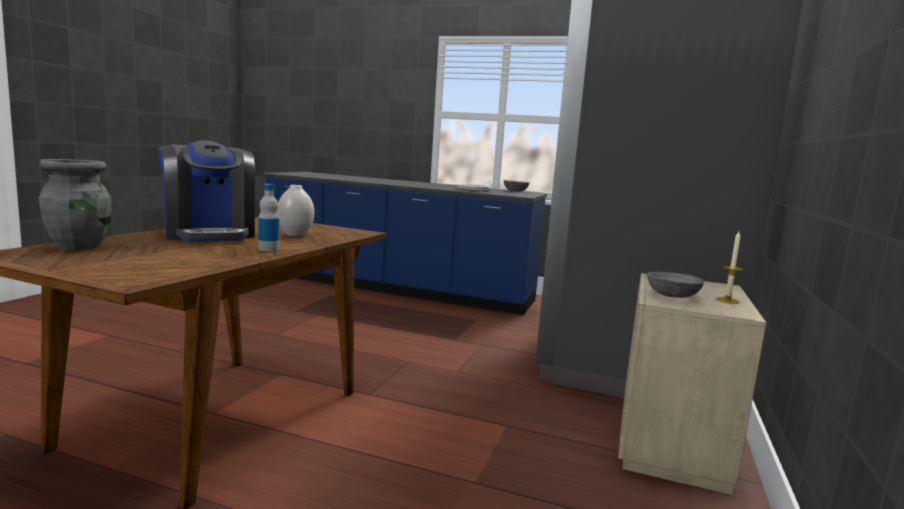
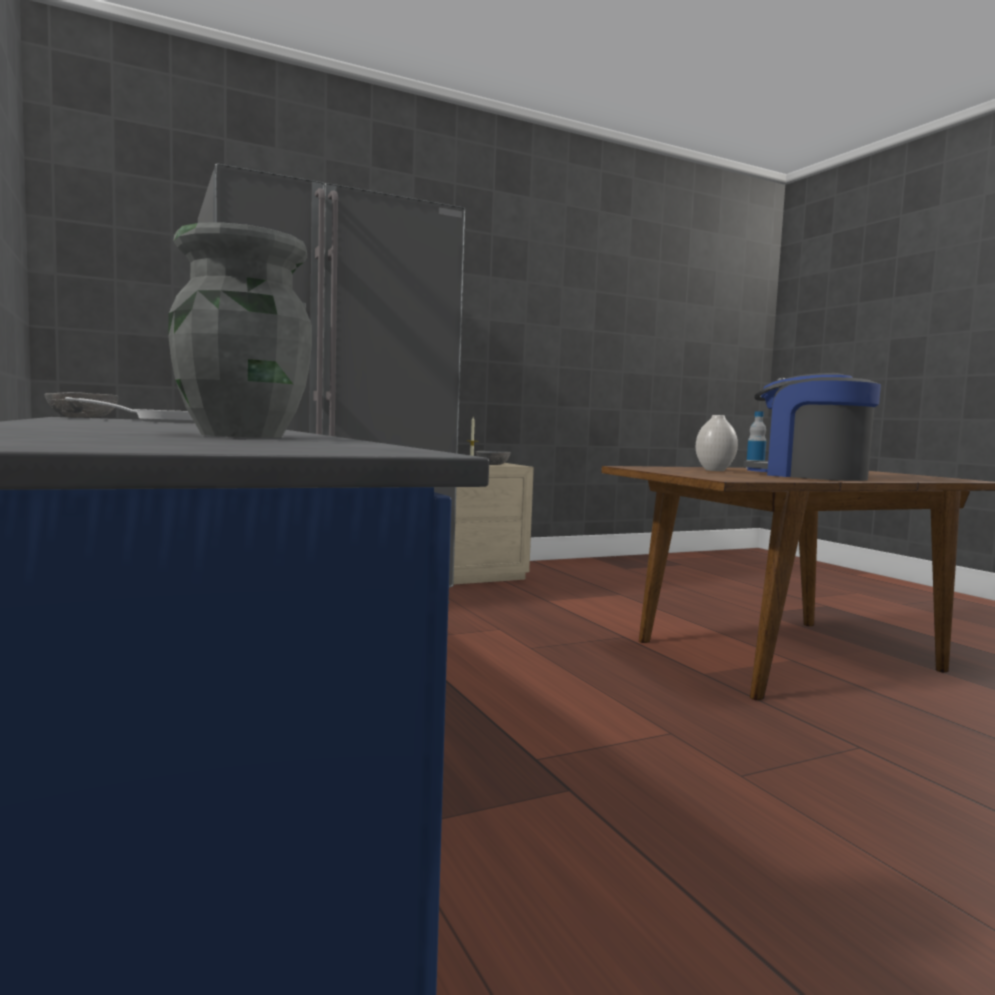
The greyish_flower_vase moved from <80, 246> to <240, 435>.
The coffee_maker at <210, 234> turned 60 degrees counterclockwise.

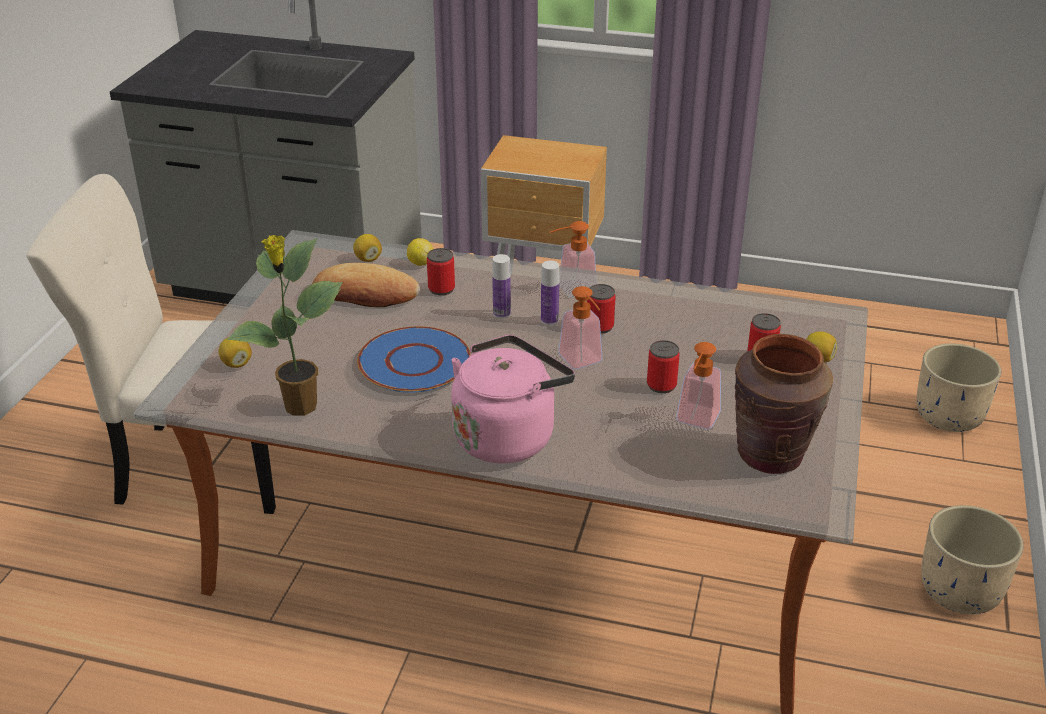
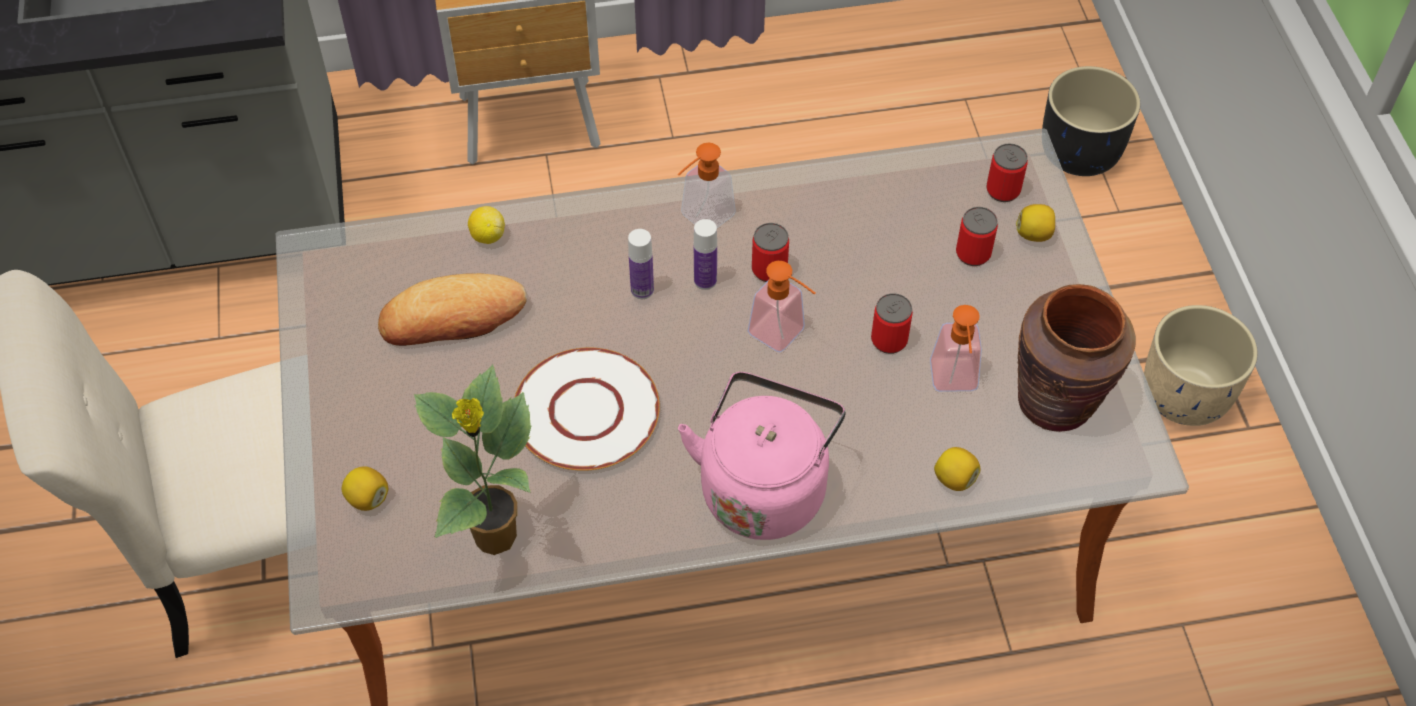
The whole_lemon moved from <368, 259> to <954, 479>.
The blue_flat_dish at <415, 362> became the whitish_flat_dish at <587, 410>.
The metal_can moved from <441, 289> to <1003, 190>.
The sand-coloured_plant_pot at <949, 416> became the blackish_plant_pot at <1080, 152>.

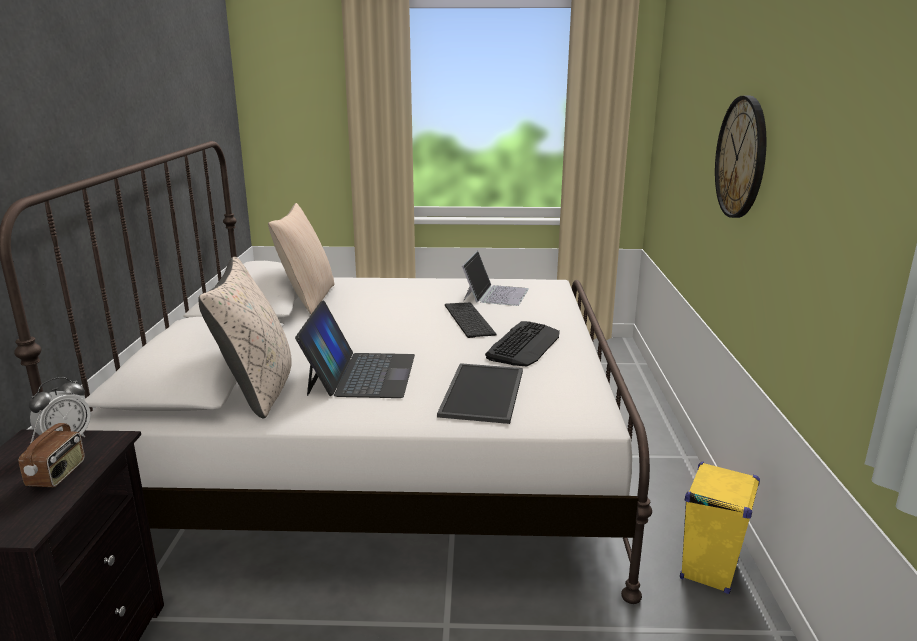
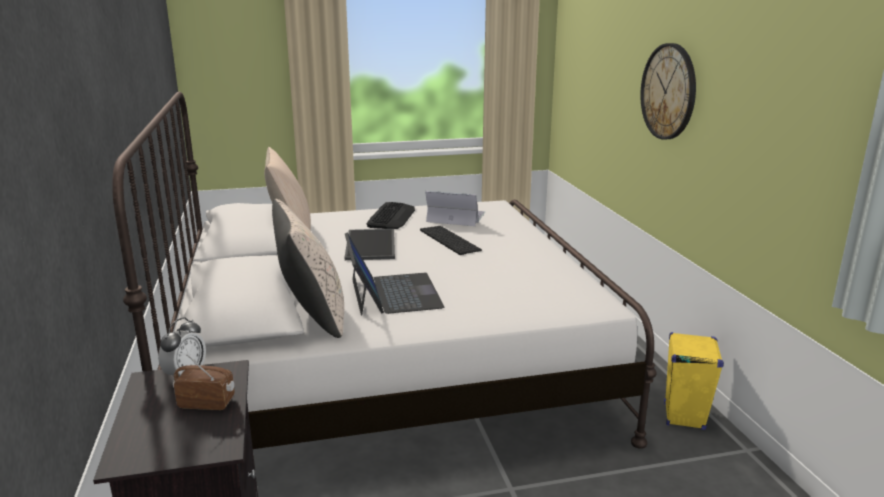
The radio at <58, 475> turned 75 degrees counterclockwise.
The tray moved from <484, 393> to <372, 245>.
The laptop at <495, 294> turned 75 degrees counterclockwise.
The computer_keyboard moved from <524, 345> to <391, 217>.

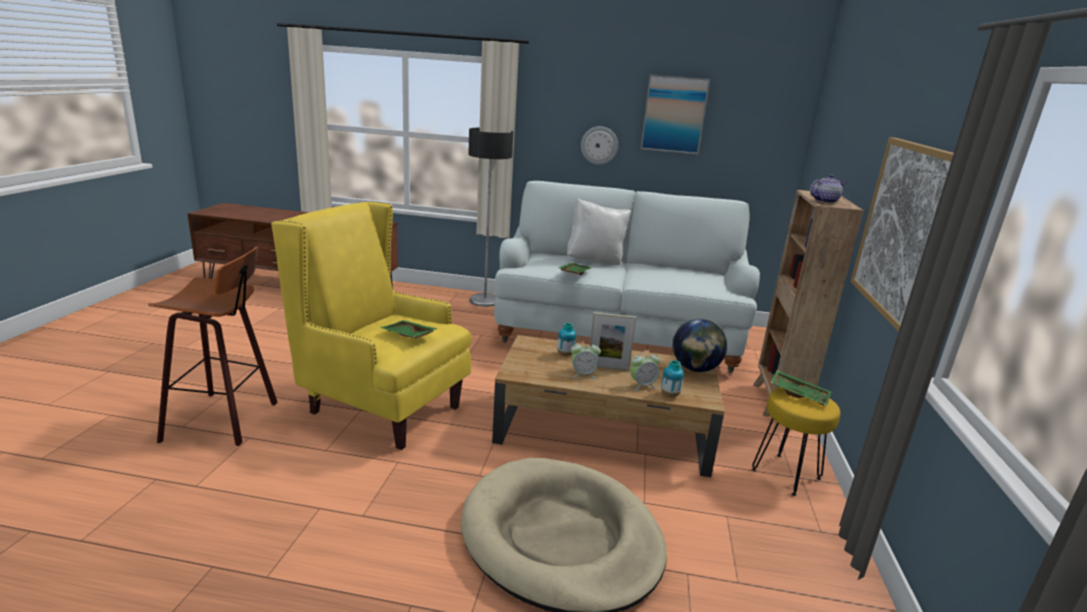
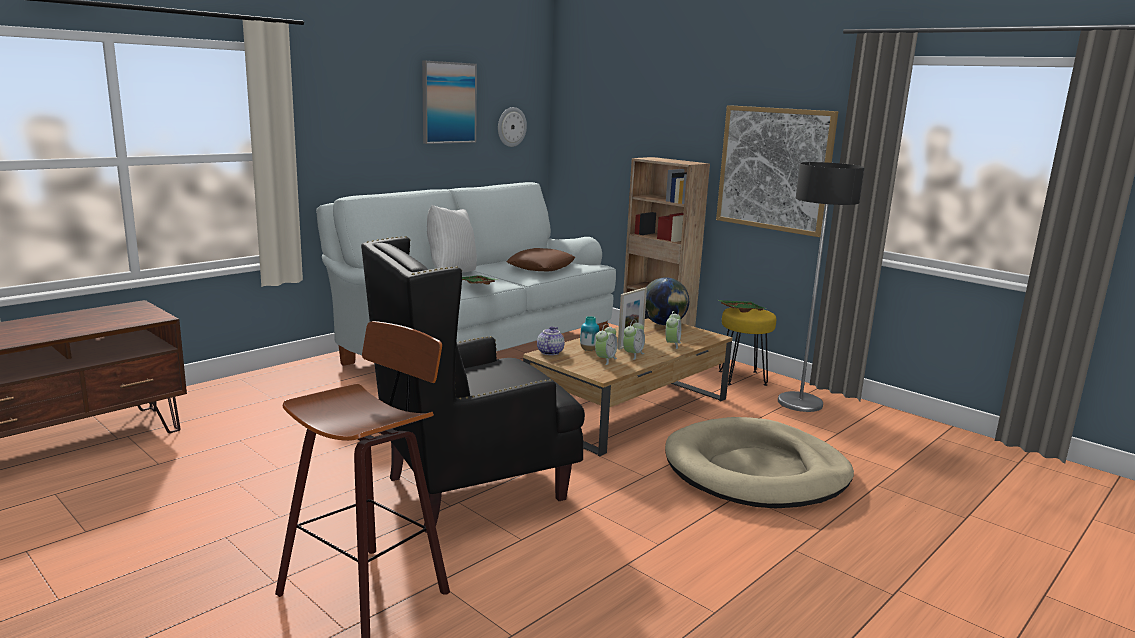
The yellowish_armchair at <383, 409> became the blackish_armchair at <473, 489>.
The green_tray at <408, 336> disappeared.
The standing_lamp moved from <485, 300> to <799, 403>.
The hanging_clock moved from <599, 145> to <511, 127>.
The flower_vase at <670, 395> disappeared.
The pot_for_tea moved from <824, 201> to <549, 352>.
The brownish_throw_pillow at <541, 267> appeared.
The table_clock at <605, 360> appeared.

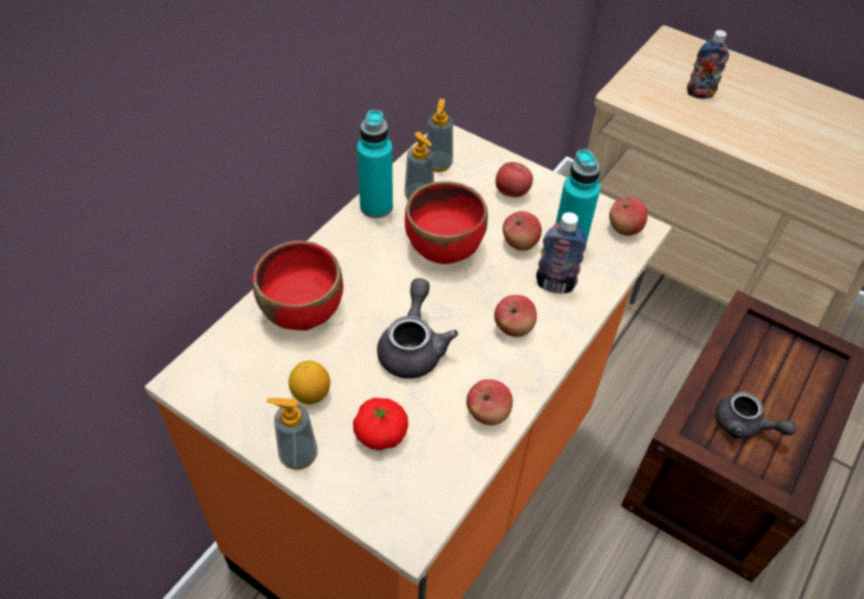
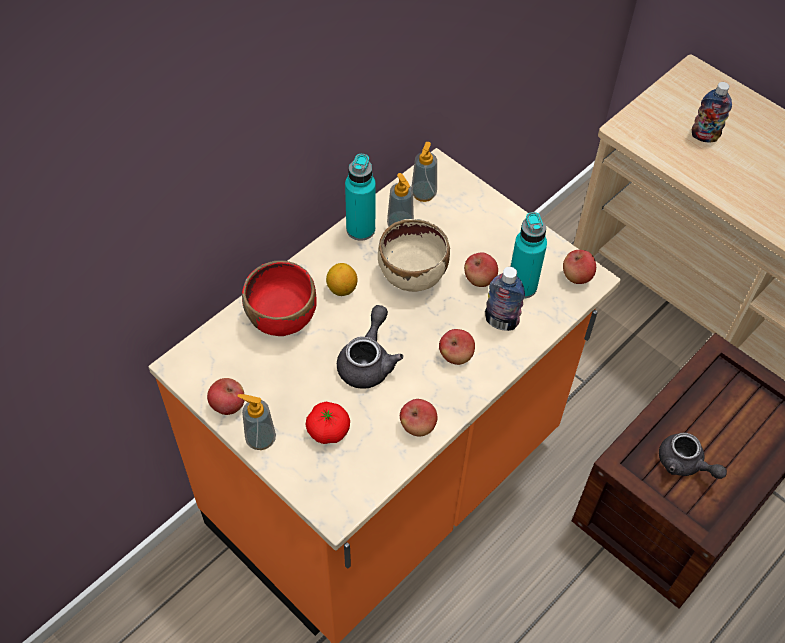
The whole_lemon moved from <310, 394> to <342, 289>.
The reddish_deep_dish at <444, 247> became the sand-coloured_deep_dish at <412, 275>.
The apple moved from <511, 192> to <228, 405>.

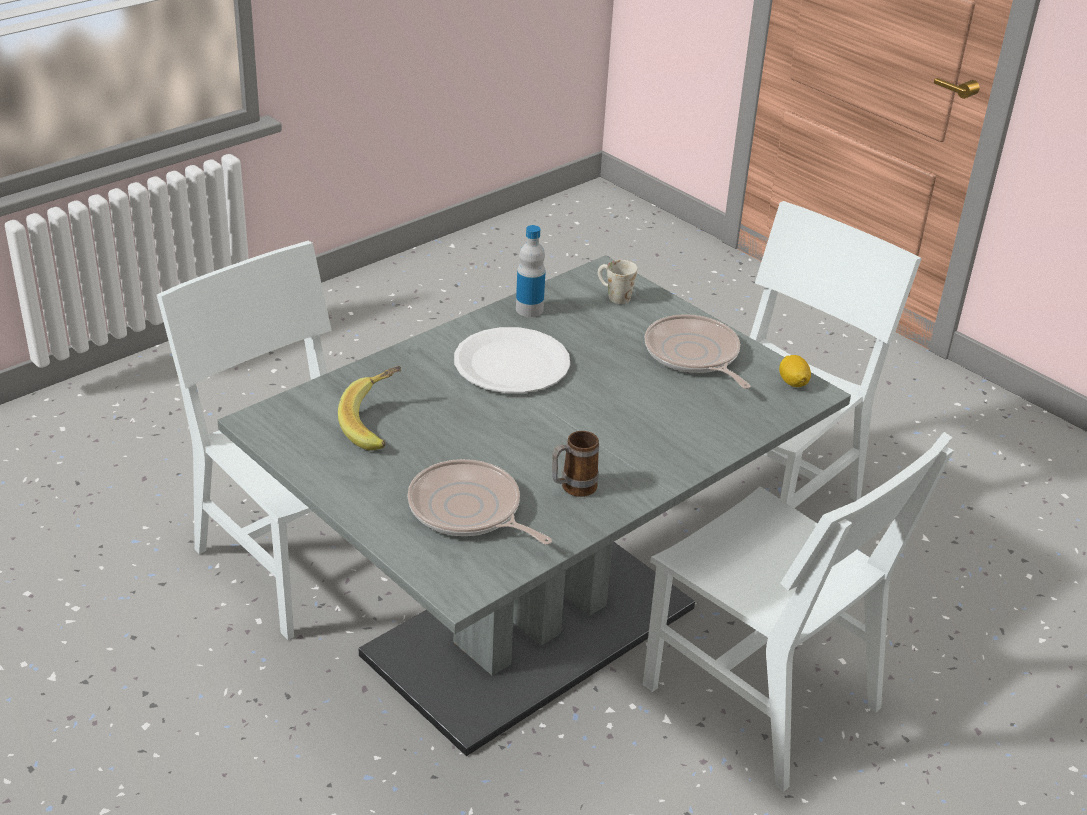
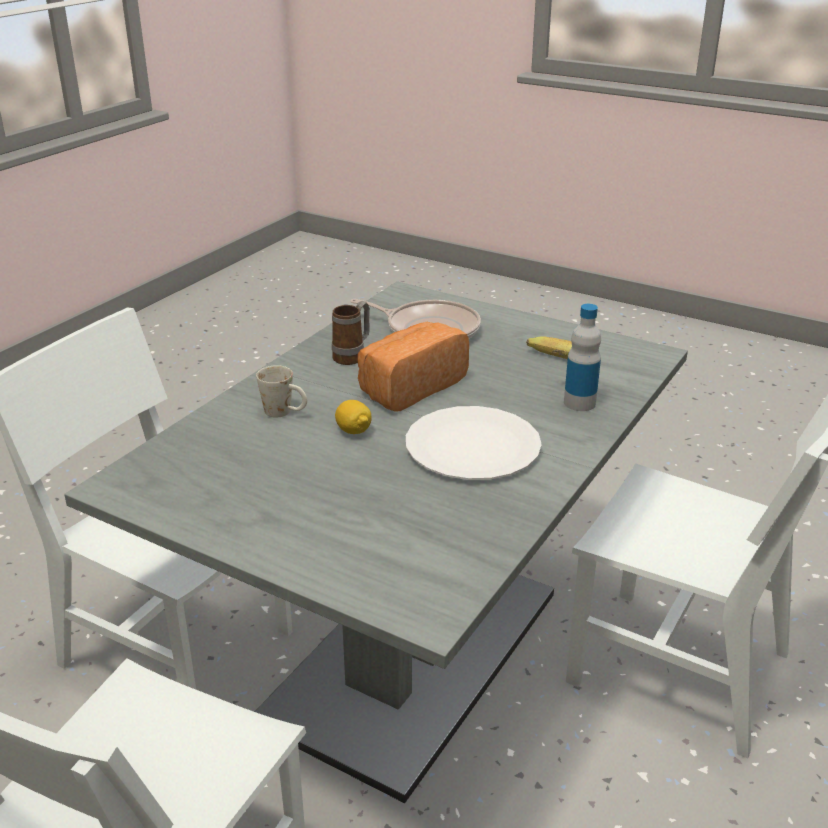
The bottle moved from <529, 309> to <579, 403>.
The whitish_coffee_mug moved from <613, 295> to <285, 413>.
The pan at <694, 355> disappeared.
The whole_lemon moved from <793, 383> to <353, 431>.
The baked_bread at <409, 387> appeared.

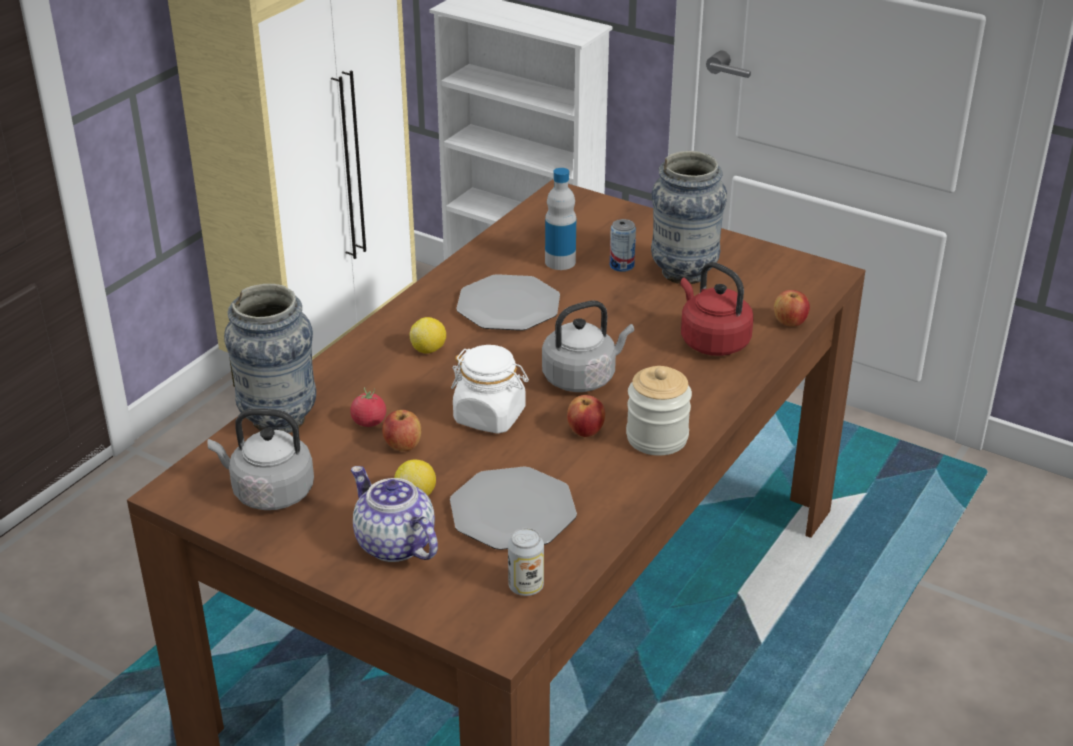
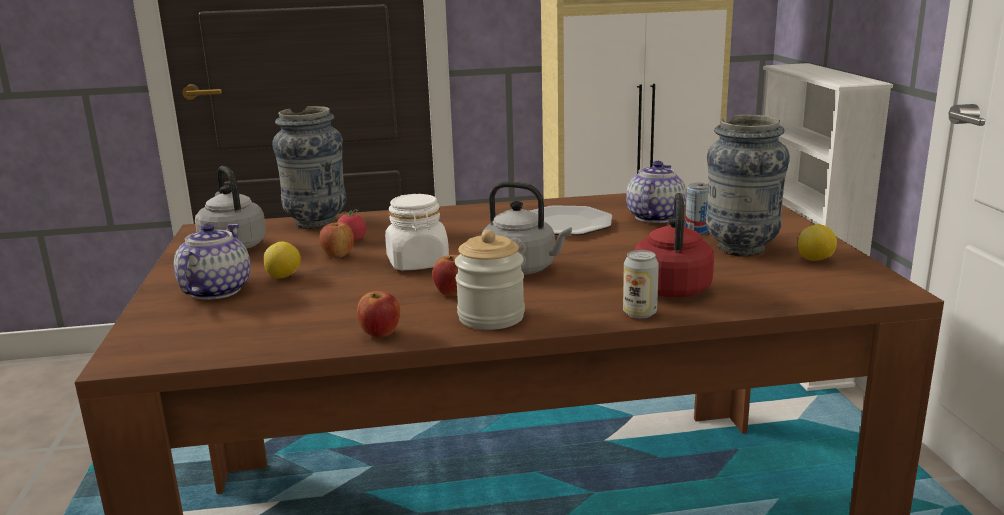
The whole_lemon moved from <429, 350> to <815, 260>.
The flat_dish at <513, 511> disappeared.
The metal_can moved from <526, 586> to <639, 313>.
The bottle at <560, 262> was replaced by the pot_for_tea at <654, 217>.
The apple moved from <790, 322> to <380, 333>.

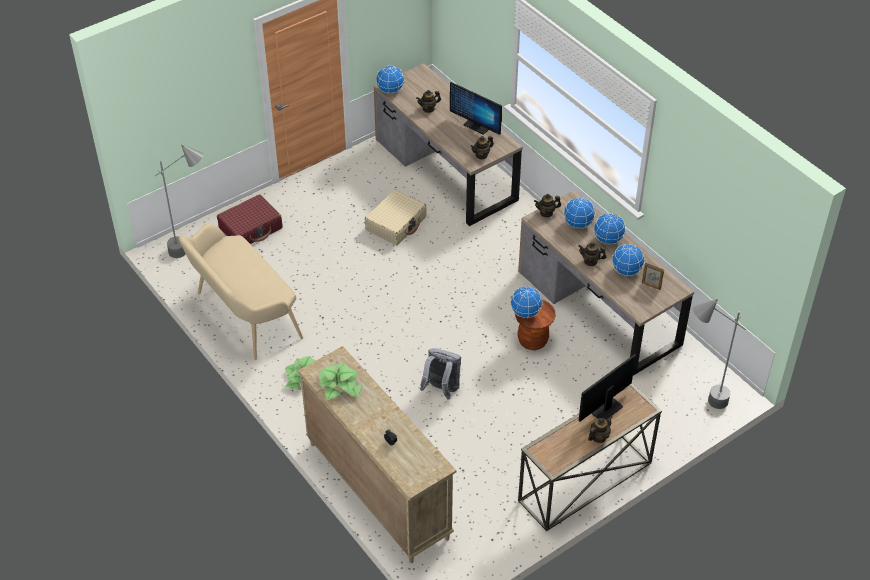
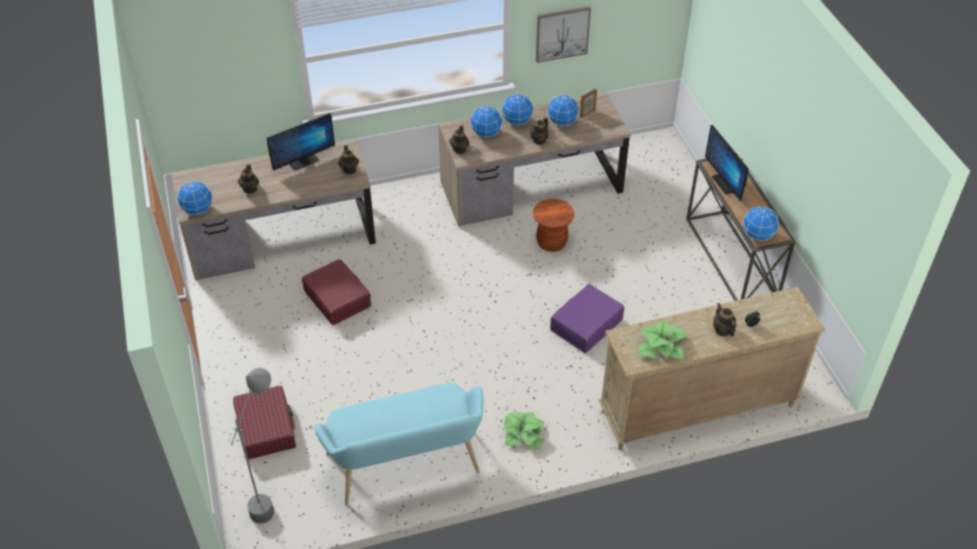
The sand-coloured_bench at <243, 316> became the turquoise-coloured_bench at <406, 468>.
The sand-coloured_travel_case at <396, 224> became the reddish_travel_case at <337, 298>.
The greyish_backpack at <441, 389> was replaced by the purple_travel_case at <586, 325>.
The globe moved from <525, 313> to <758, 236>.
The pot_for_tea moved from <598, 437> to <722, 330>.
The greyish_standing_lamp at <701, 403> disappeared.
The wall_picture at <562, 33> appeared.

